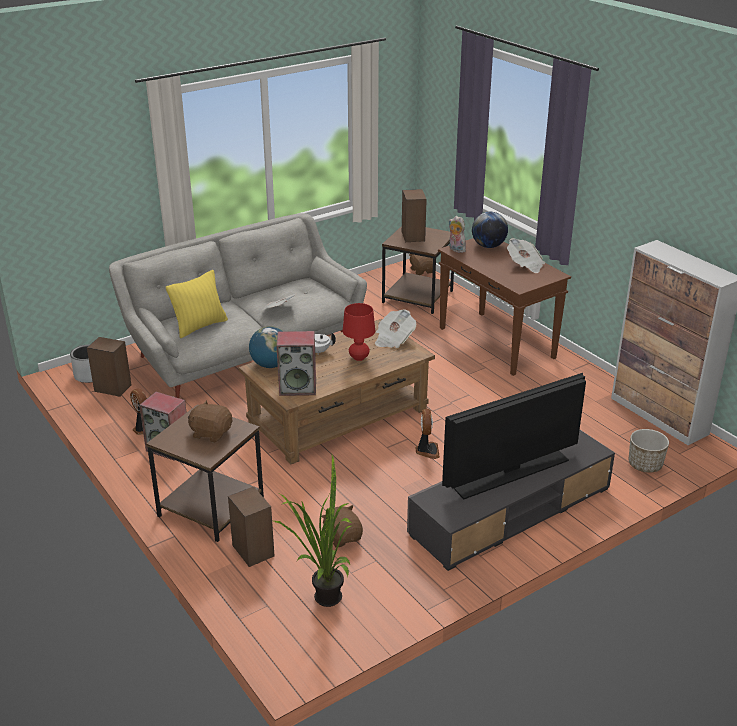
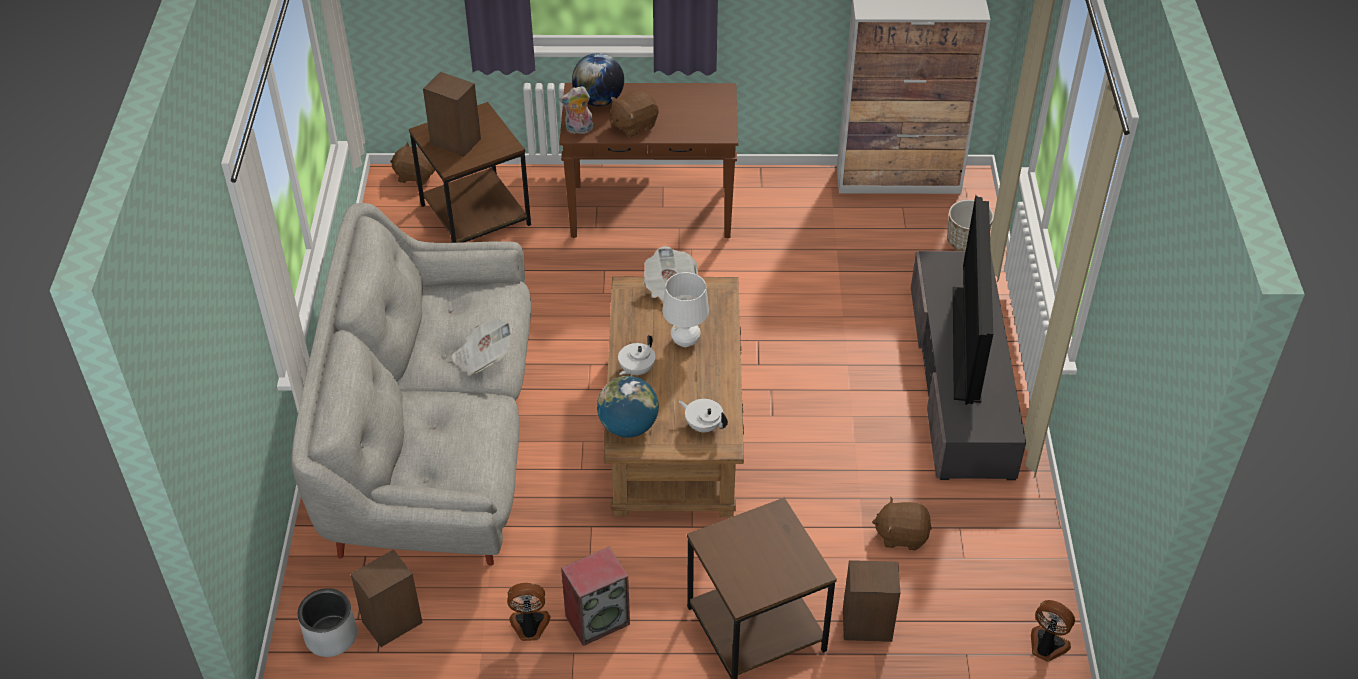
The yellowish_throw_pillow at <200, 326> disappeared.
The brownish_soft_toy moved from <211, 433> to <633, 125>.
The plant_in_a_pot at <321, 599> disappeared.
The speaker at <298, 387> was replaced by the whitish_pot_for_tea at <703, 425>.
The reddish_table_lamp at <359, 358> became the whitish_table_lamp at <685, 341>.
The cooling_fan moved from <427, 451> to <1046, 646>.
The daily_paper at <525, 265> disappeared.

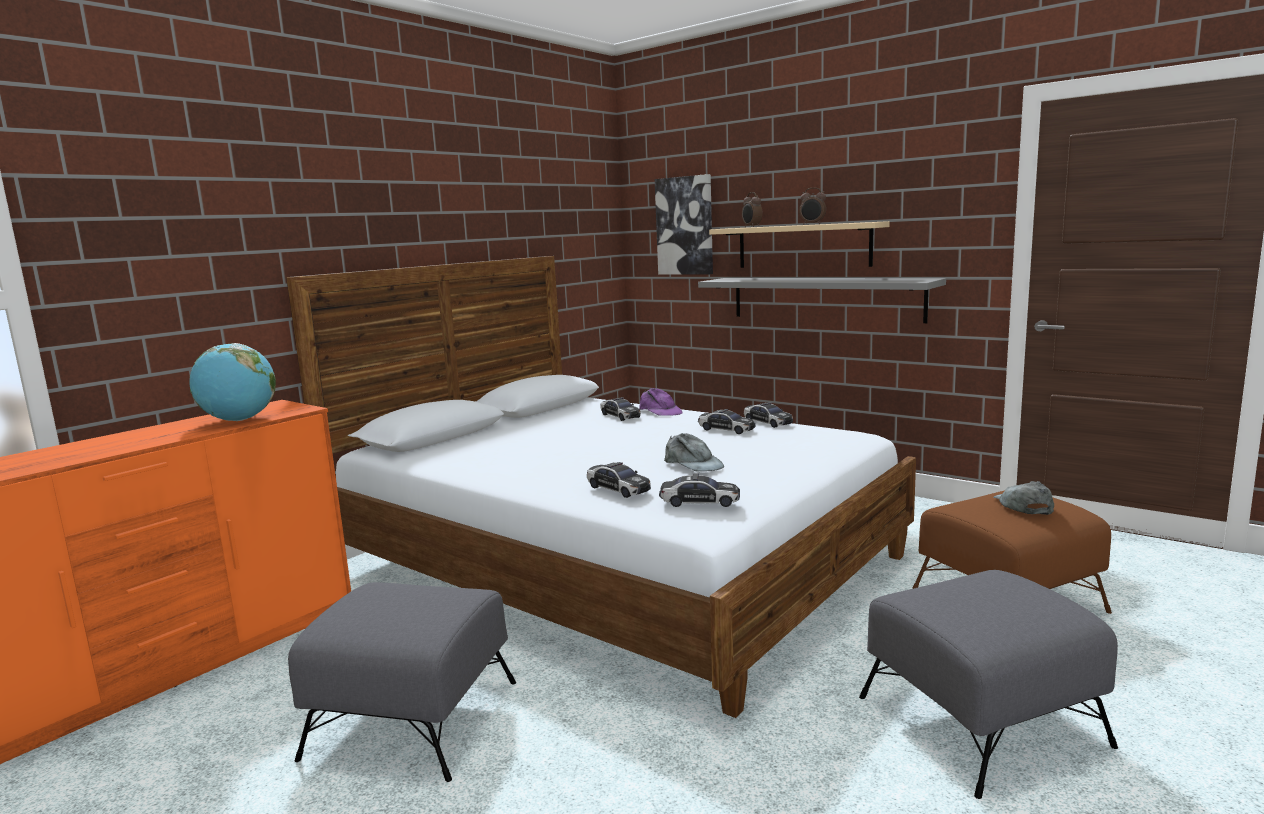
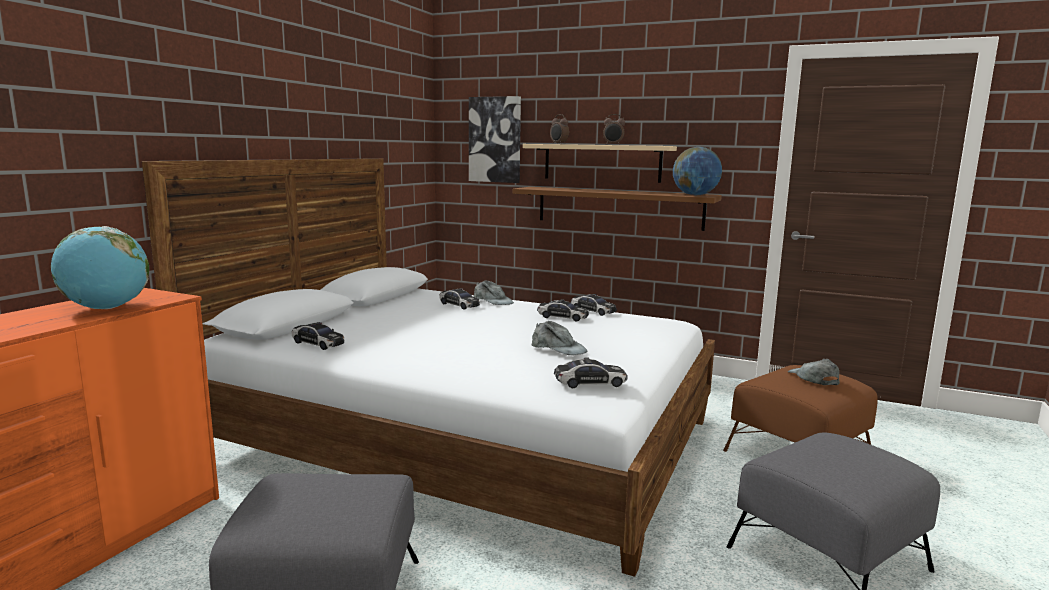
The miniature_car moved from <618, 488> to <318, 343>.
The purple_cap at <660, 411> became the greyish_cap at <492, 301>.
The greyish_wall_shelf at <824, 298> became the brownish_wall_shelf at <619, 207>.
The globe at <695, 195> appeared.

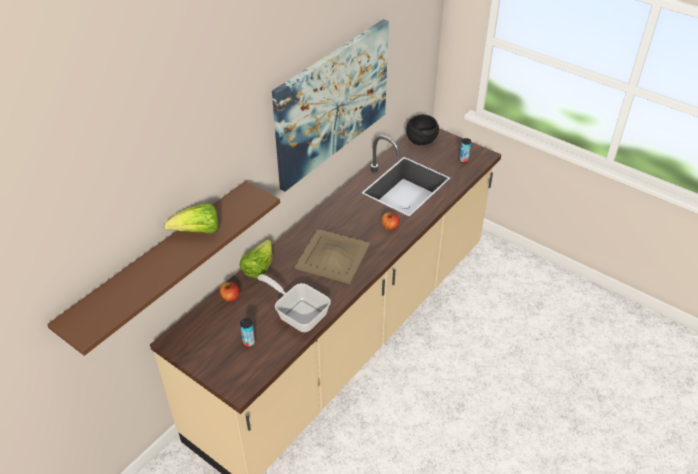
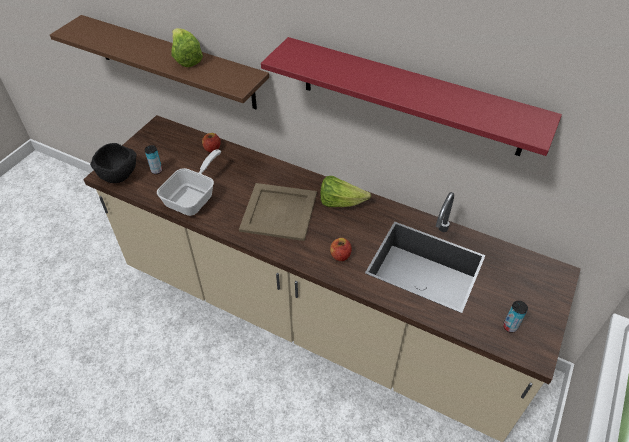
The head_of_lettuce moved from <259, 268> to <340, 202>.
The wall_picture at <332, 102> was replaced by the reddish_wall_shelf at <410, 96>.
The blackish_deep_dish moved from <420, 141> to <119, 175>.

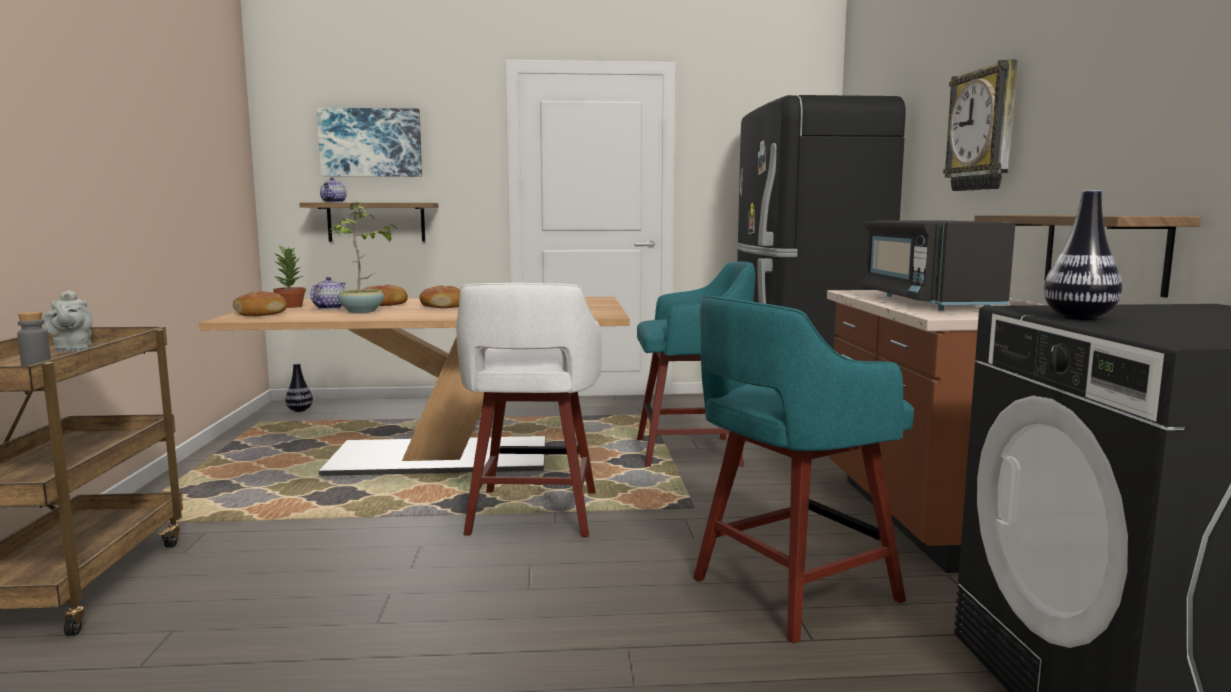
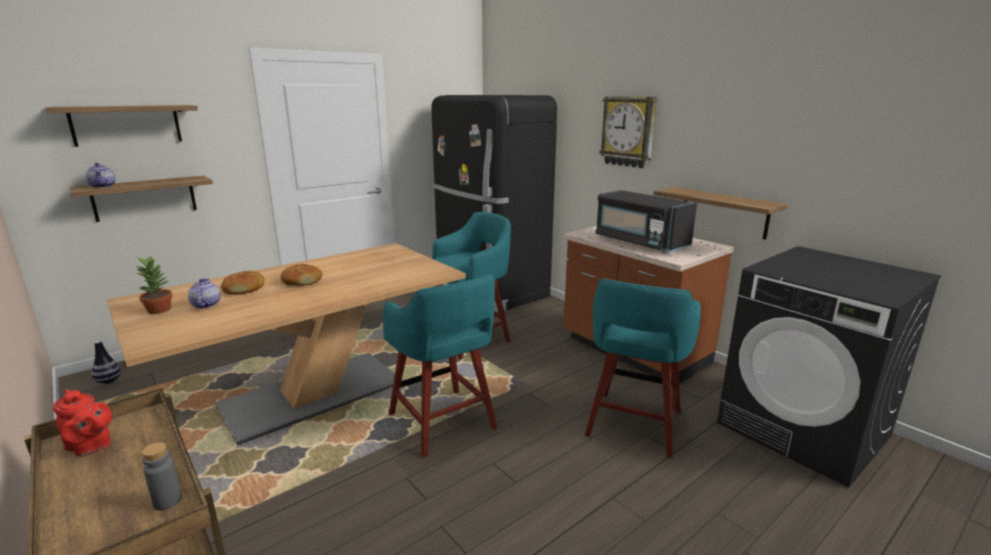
The greyish_pot_for_tea at <72, 349> became the reddish_pot_for_tea at <91, 447>.
The baked_bread at <261, 313> disappeared.
The wall_picture at <371, 143> was replaced by the wall_shelf at <126, 125>.
The plant_in_a_pot at <362, 311> disappeared.
The whitish_stool_seat at <532, 514> became the turquoise-coloured_stool_seat at <443, 423>.
The flower_vase at <1079, 318> disappeared.

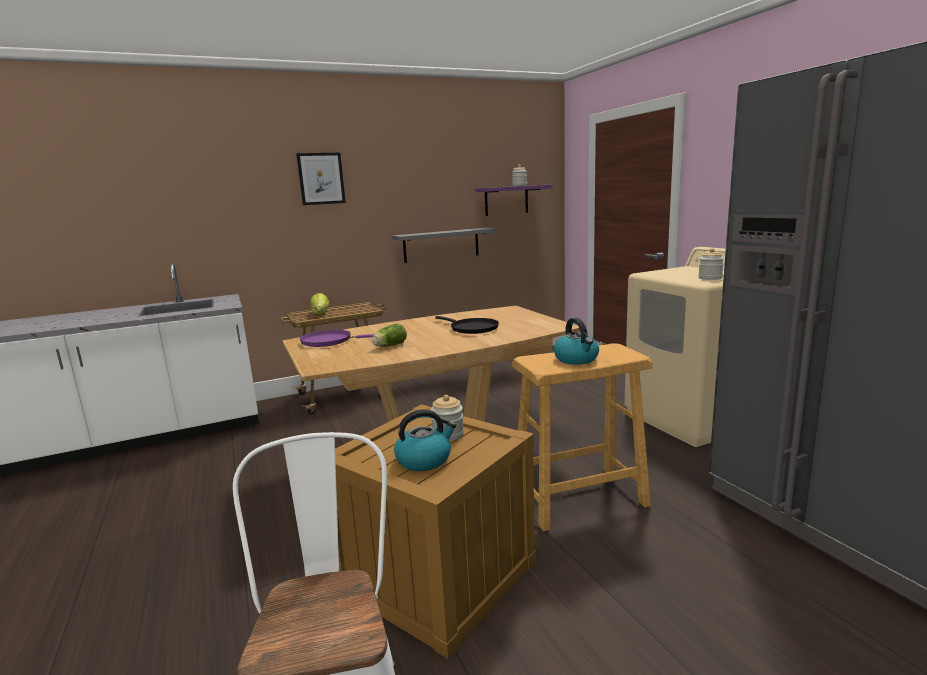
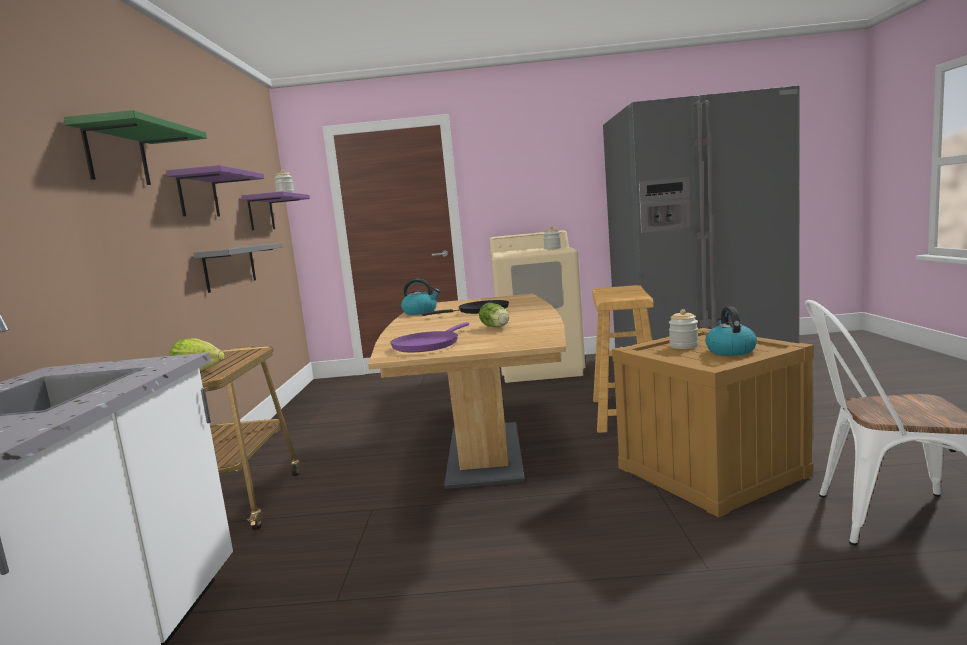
The wall_picture at <321, 178> was replaced by the green_wall_shelf at <117, 155>.
The tea_kettle moved from <577, 359> to <420, 312>.
The purple_wall_shelf at <198, 195> appeared.

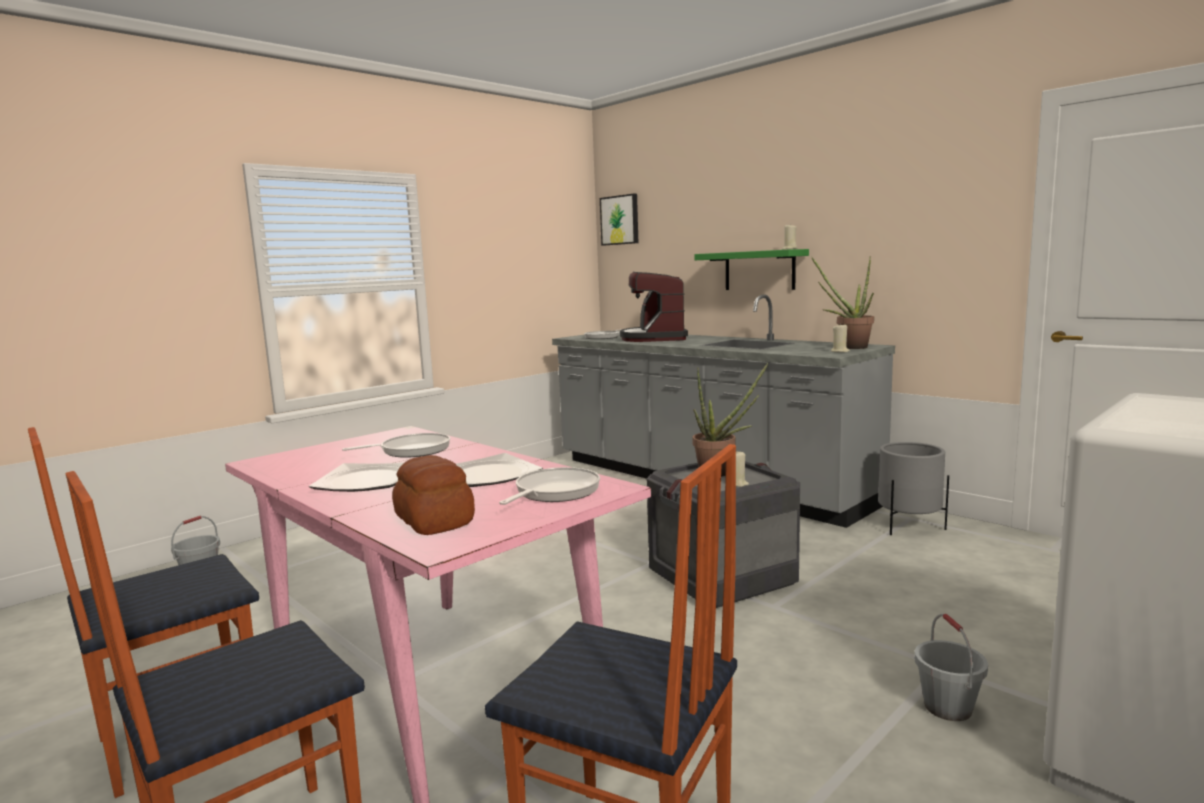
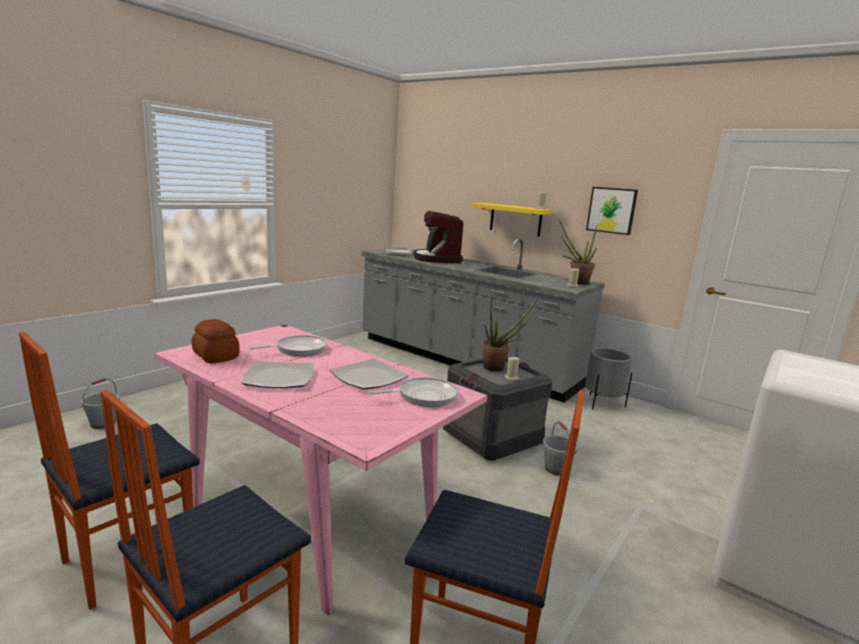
The baked_bread moved from <434, 521> to <215, 356>.
The pan at <554, 492> turned 45 degrees clockwise.
The wall_picture moved from <620, 220> to <611, 210>.
The green_wall_shelf at <759, 270> became the yellowish_wall_shelf at <515, 219>.
The greyish_water_bucket moved from <948, 708> to <556, 469>.

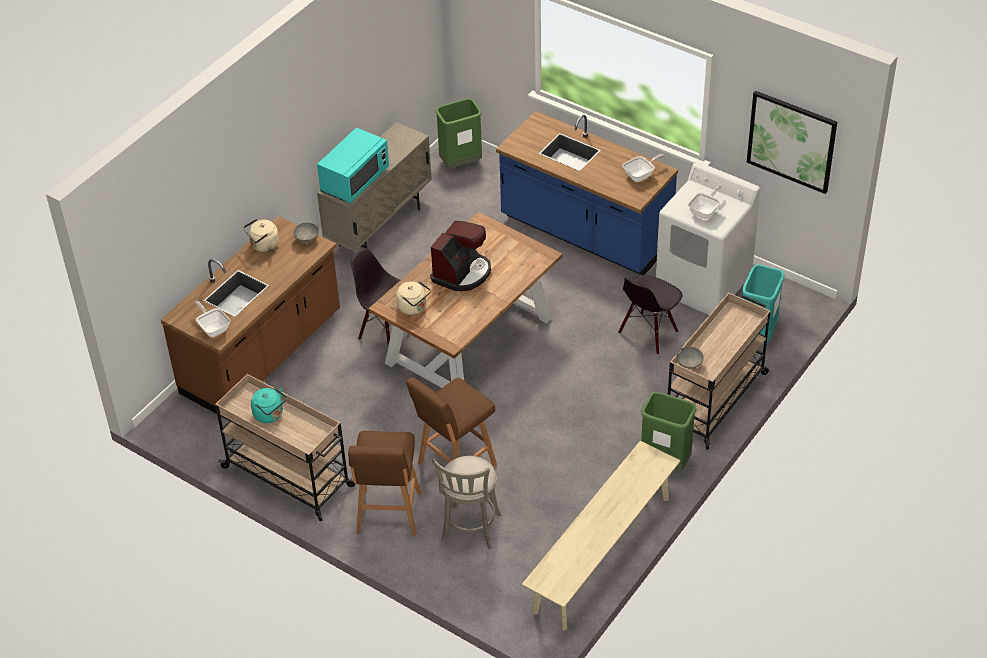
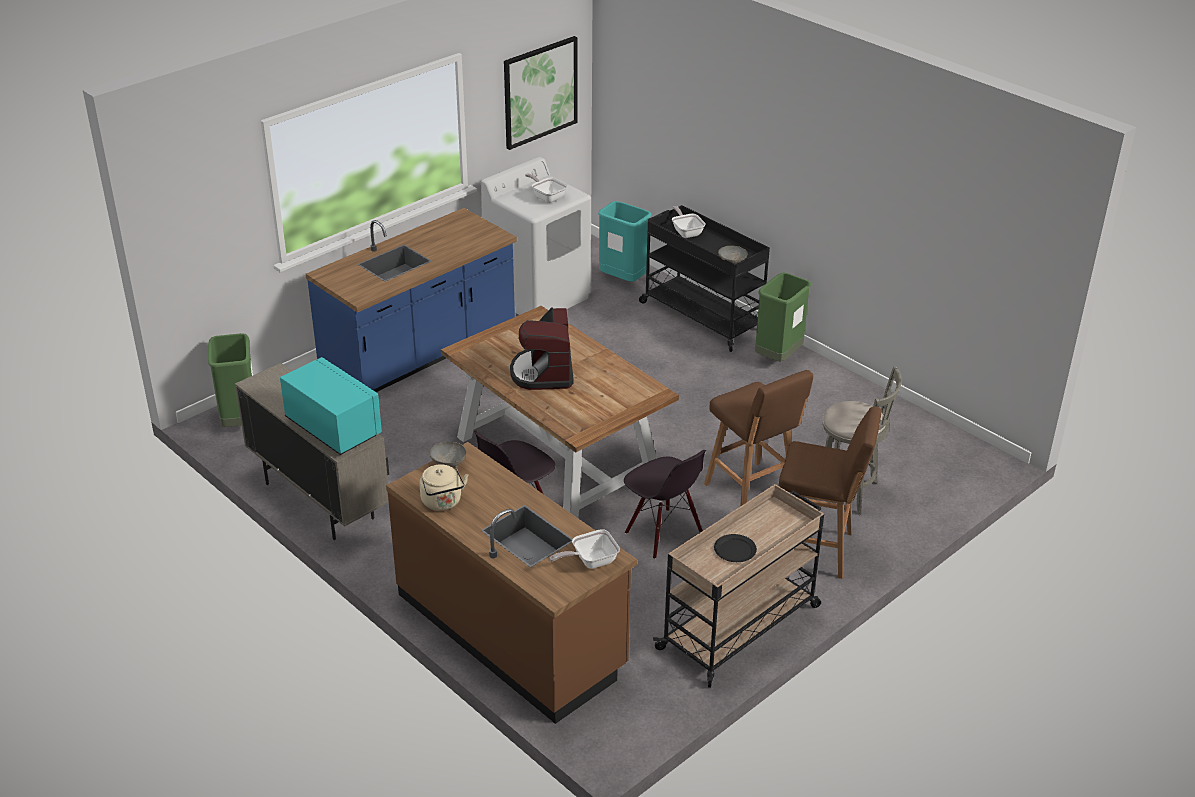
The turquoise-coloured_tea_kettle at <270, 415> was replaced by the blackish_flat_dish at <735, 550>.
The sand-coloured_tea_kettle at <413, 308> disappeared.
The coffee_maker at <462, 273> turned 135 degrees counterclockwise.
The sand-coloured_bench at <602, 554> disappeared.
The blackish_upright_chair moved from <648, 333> to <663, 533>.
The pan moved from <641, 175> to <686, 232>.
The sand-coloured_trolley at <715, 399> became the blackish_trolley at <701, 316>.

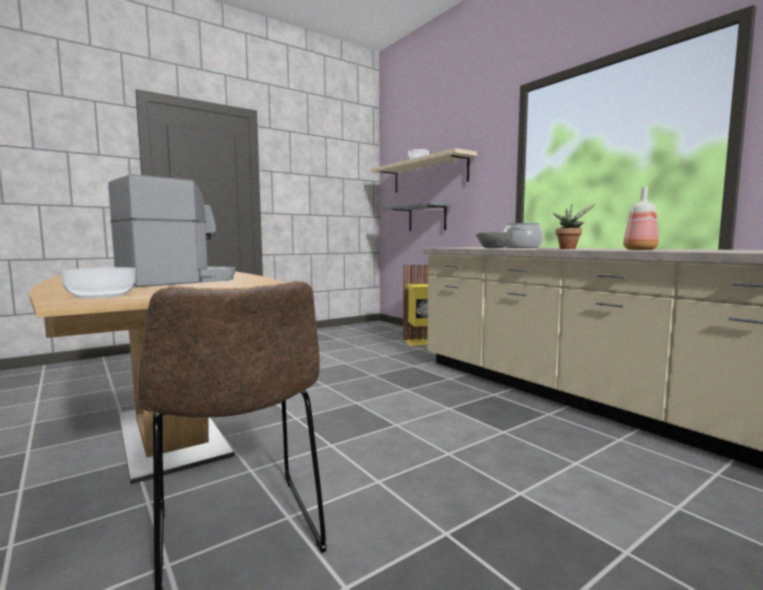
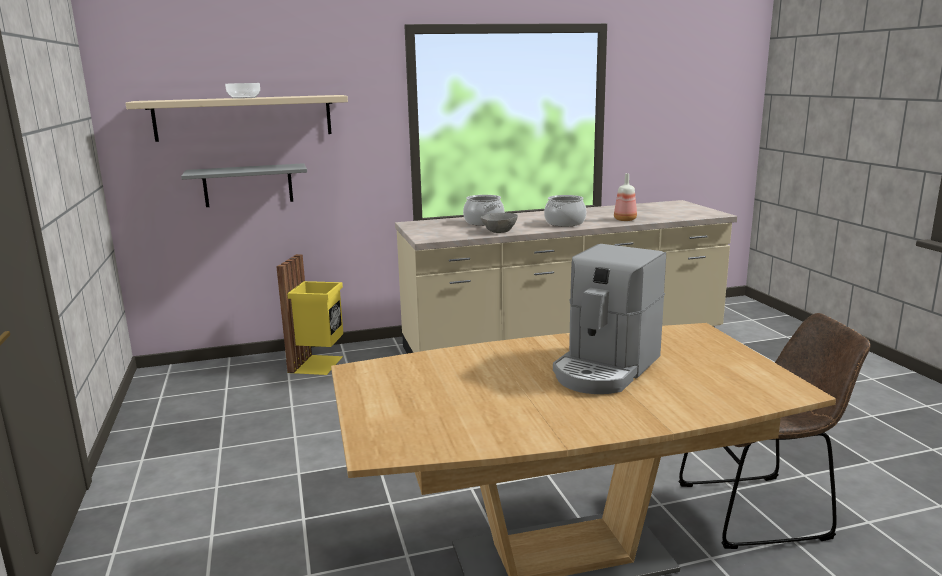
The deep_dish at <101, 295> disappeared.
The coffee_maker at <179, 281> turned 120 degrees counterclockwise.
The plant_in_a_pot at <569, 248> was replaced by the cooking_pot at <565, 223>.

